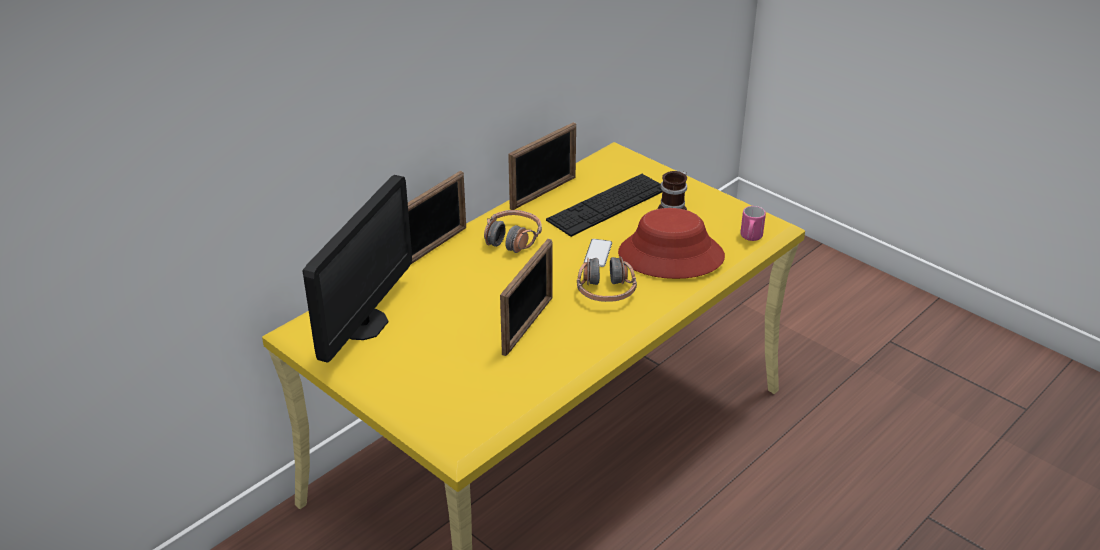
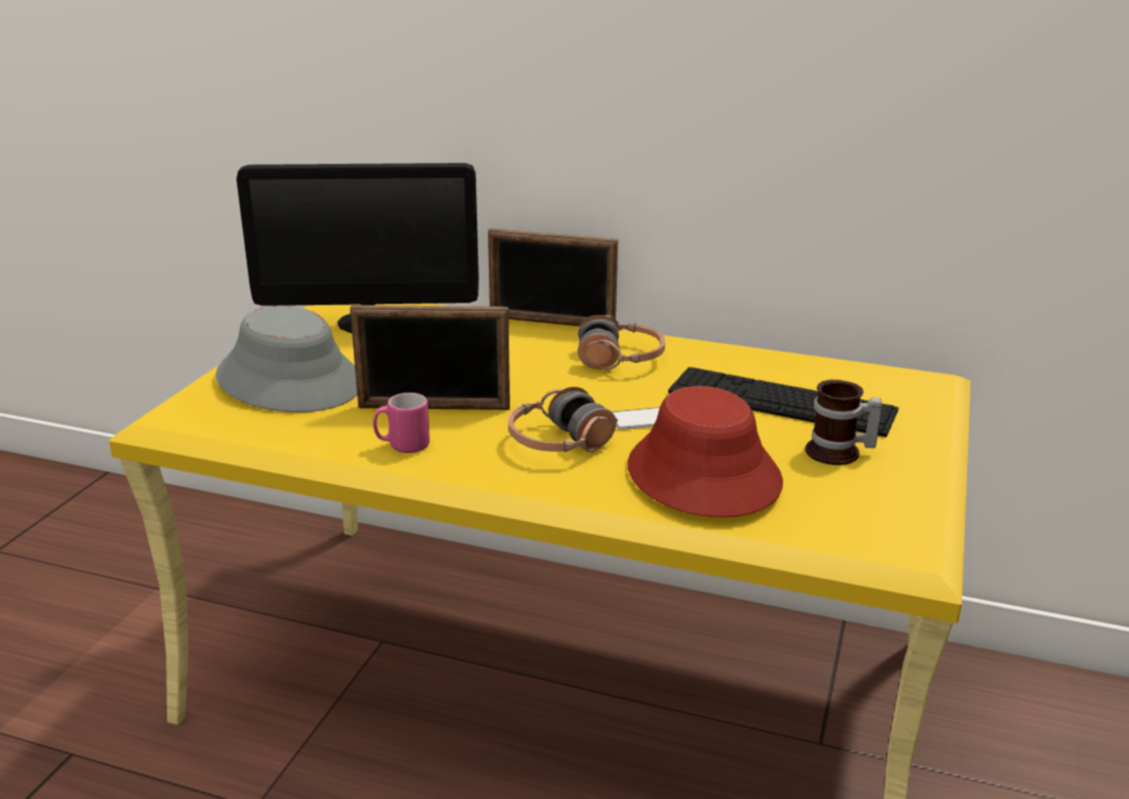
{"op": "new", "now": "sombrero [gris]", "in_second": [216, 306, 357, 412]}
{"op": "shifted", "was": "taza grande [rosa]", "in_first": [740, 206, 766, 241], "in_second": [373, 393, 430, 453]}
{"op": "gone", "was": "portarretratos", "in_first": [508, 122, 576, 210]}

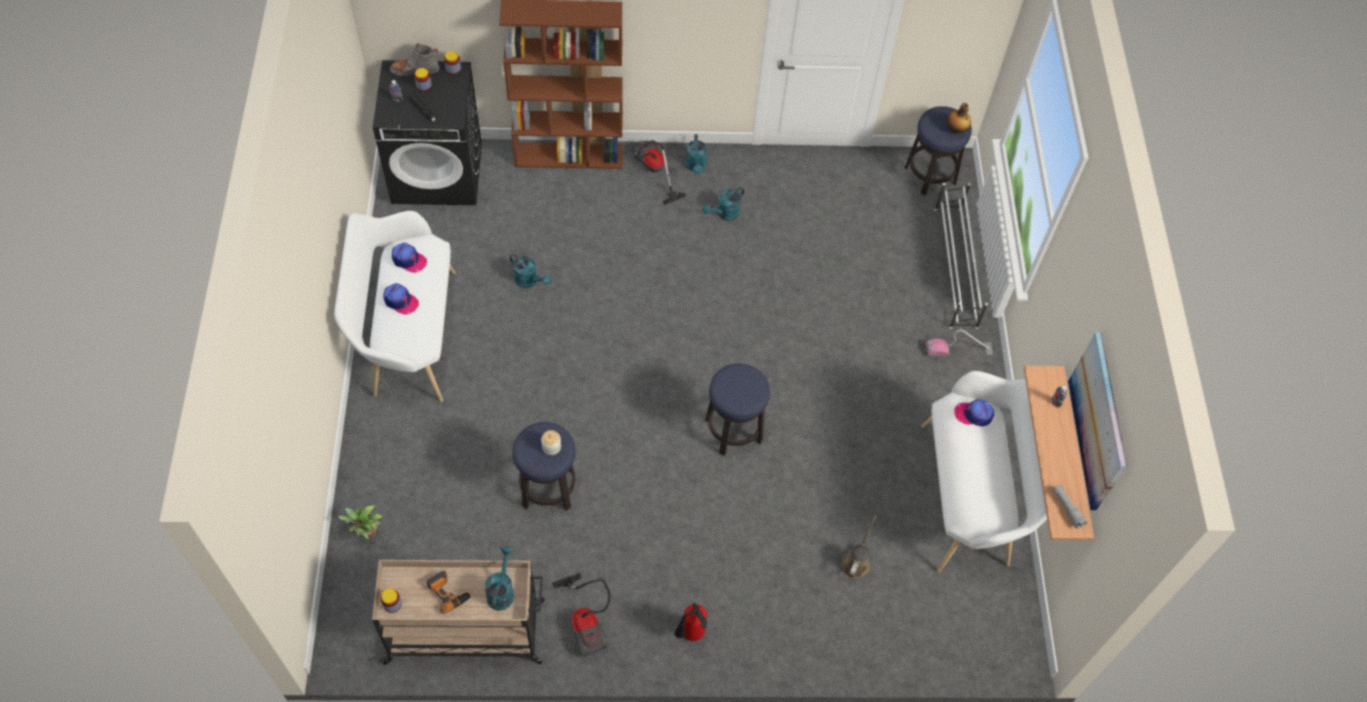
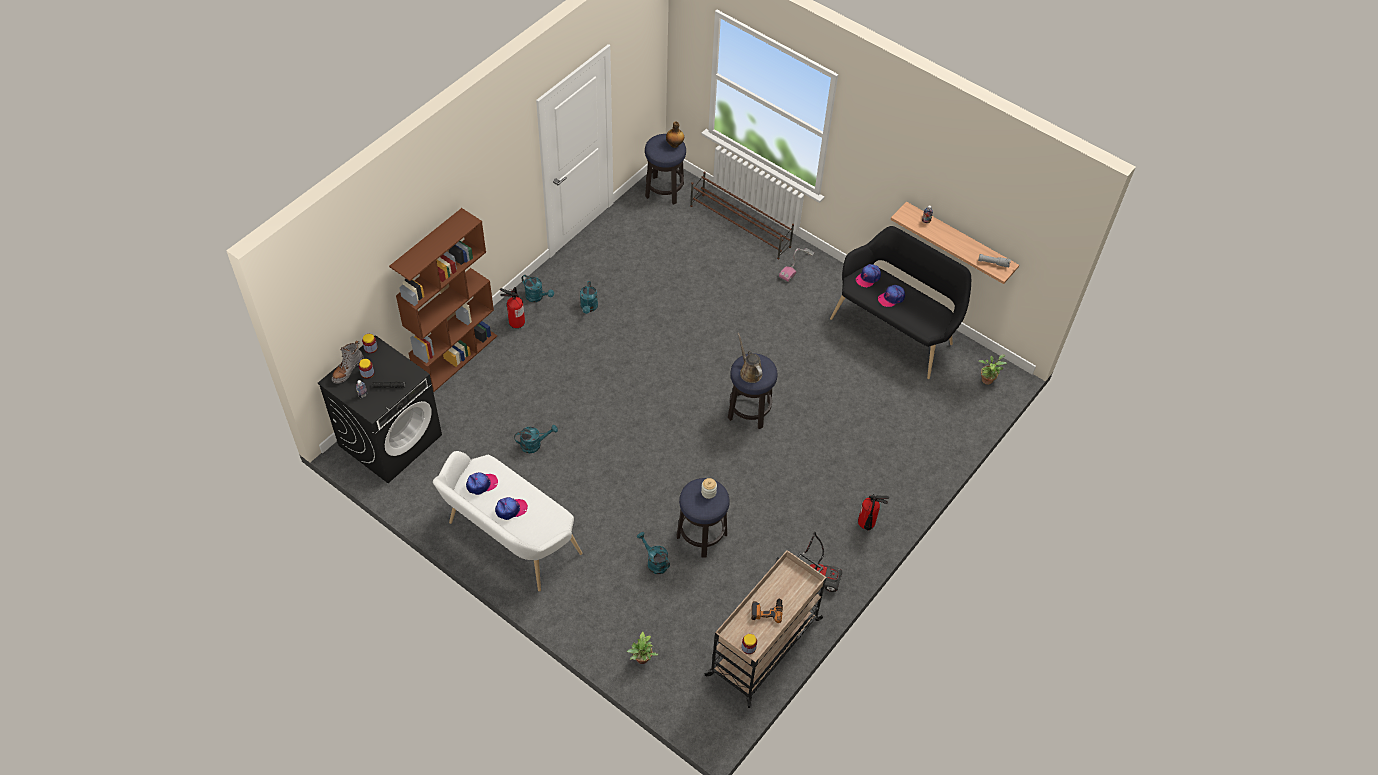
{"op": "swapped", "was": "aspiradora", "now": "extintor", "in_first": [633, 140, 686, 205], "in_second": [500, 287, 525, 328]}
{"op": "shifted", "was": "regadera [turquesa]", "in_first": [485, 546, 514, 611], "in_second": [637, 532, 670, 574]}
{"op": "repainted", "was": "zapatero [blanco]", "now": "zapatero [marrón]", "in_first": [934, 183, 988, 329], "in_second": [690, 171, 794, 259]}
{"op": "shifted", "was": "regadera [marrón]", "in_first": [841, 515, 877, 579], "in_second": [737, 333, 762, 383]}
{"op": "repainted", "was": "banco [blanco]", "now": "banco [negro]", "in_first": [921, 371, 1047, 573], "in_second": [830, 226, 971, 379]}
{"op": "new", "now": "gorra", "in_second": [878, 285, 905, 307]}
{"op": "new", "now": "planta en maceta", "in_second": [978, 354, 1007, 385]}
{"op": "gone", "was": "cuadro", "in_first": [1068, 332, 1127, 510]}

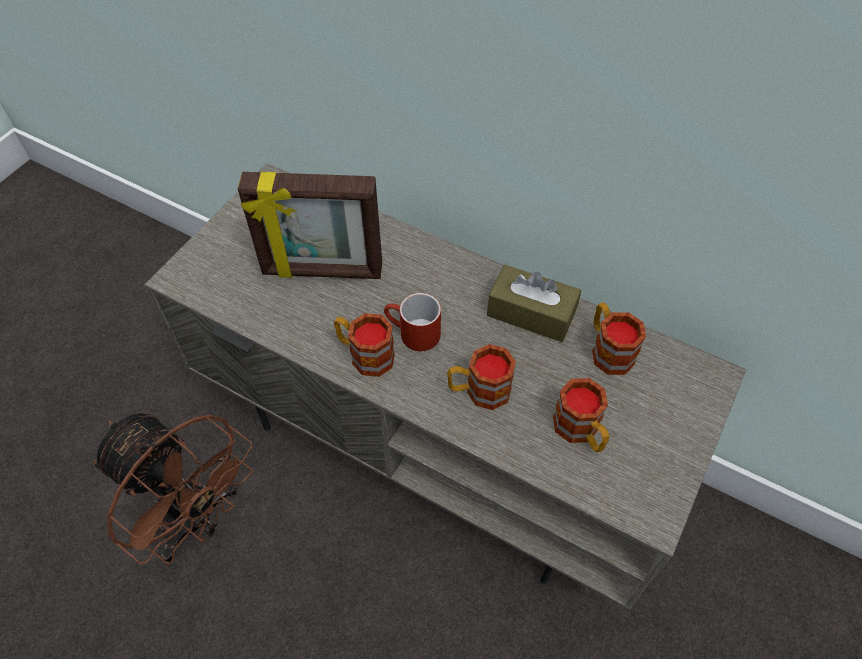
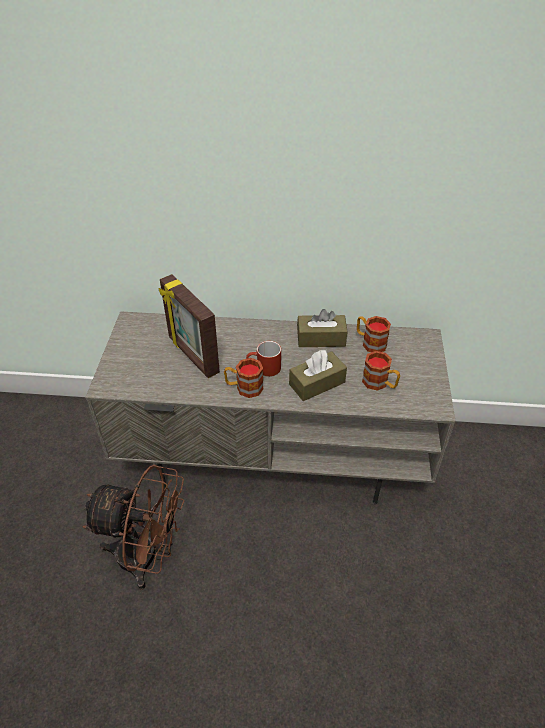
{"op": "rotated", "was": "portarretratos", "in_first": [238, 172, 382, 279], "in_second": [159, 274, 220, 378], "clockwise": 75}
{"op": "swapped", "was": "taza grande", "now": "caja de pañuelos [marrón]", "in_first": [447, 344, 516, 410], "in_second": [289, 350, 347, 401]}

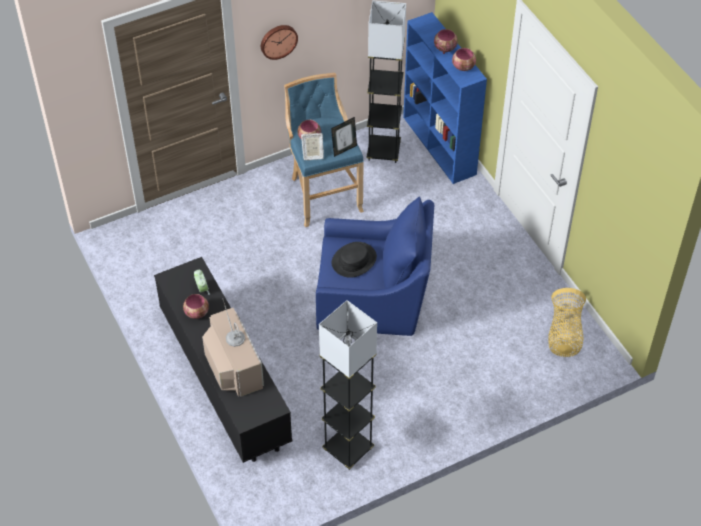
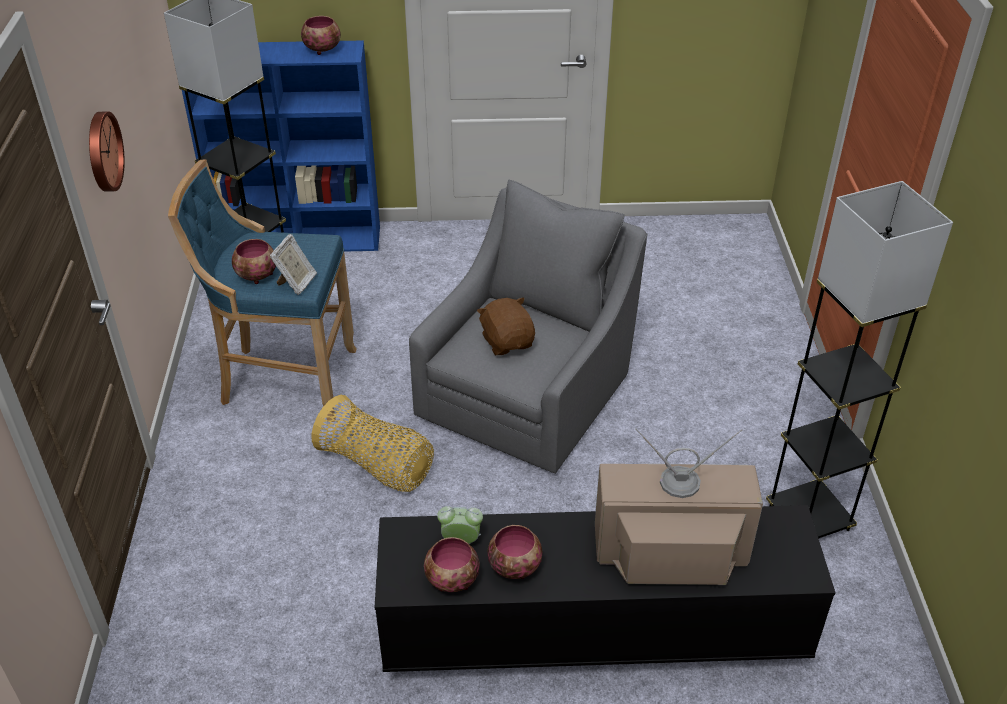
{"op": "shifted", "was": "cesta", "in_first": [548, 288, 586, 357], "in_second": [312, 395, 434, 492]}
{"op": "repainted", "was": "sillón [azul]", "now": "sillón [gris]", "in_first": [316, 196, 434, 336], "in_second": [409, 179, 648, 474]}
{"op": "shifted", "was": "cuenco", "in_first": [434, 29, 458, 54], "in_second": [424, 537, 480, 592]}
{"op": "swapped", "was": "sombrero [negro]", "now": "peluche [marrón]", "in_first": [332, 242, 377, 278], "in_second": [477, 297, 535, 355]}
{"op": "gone", "was": "portarretratos", "in_first": [331, 117, 357, 157]}

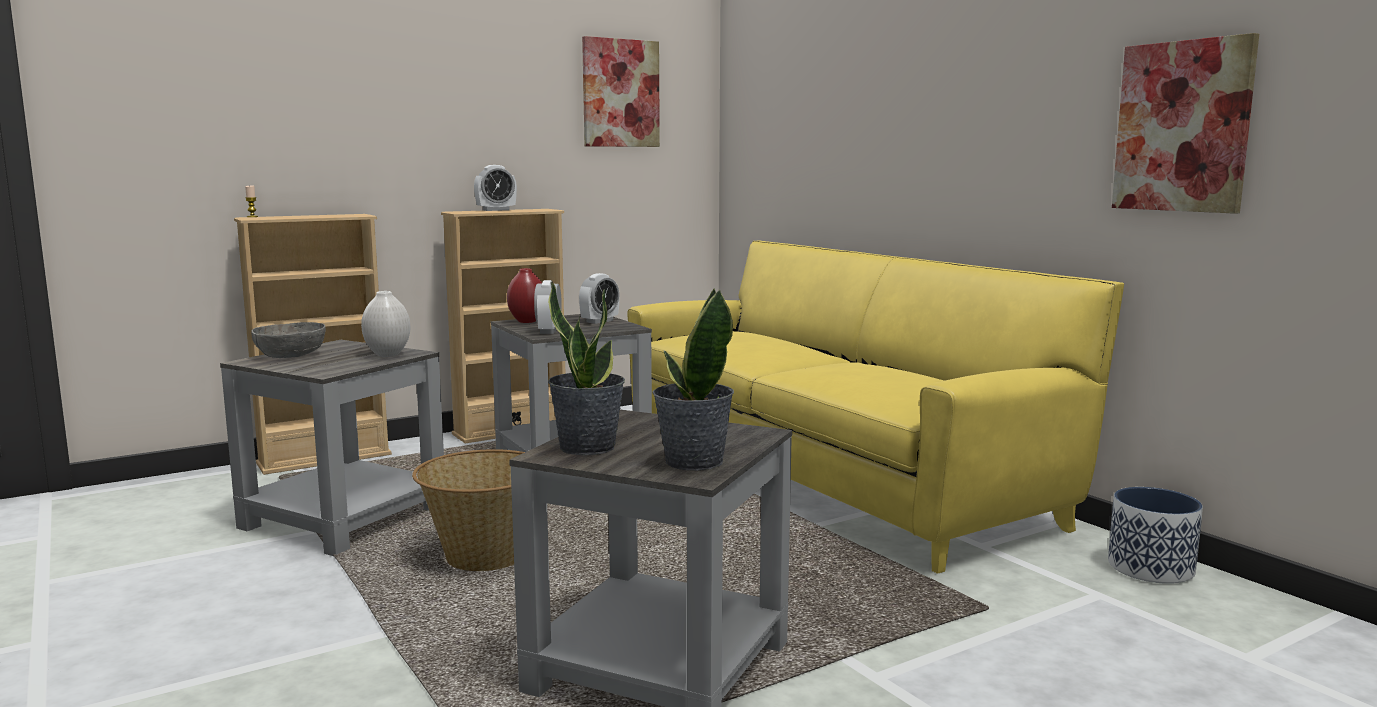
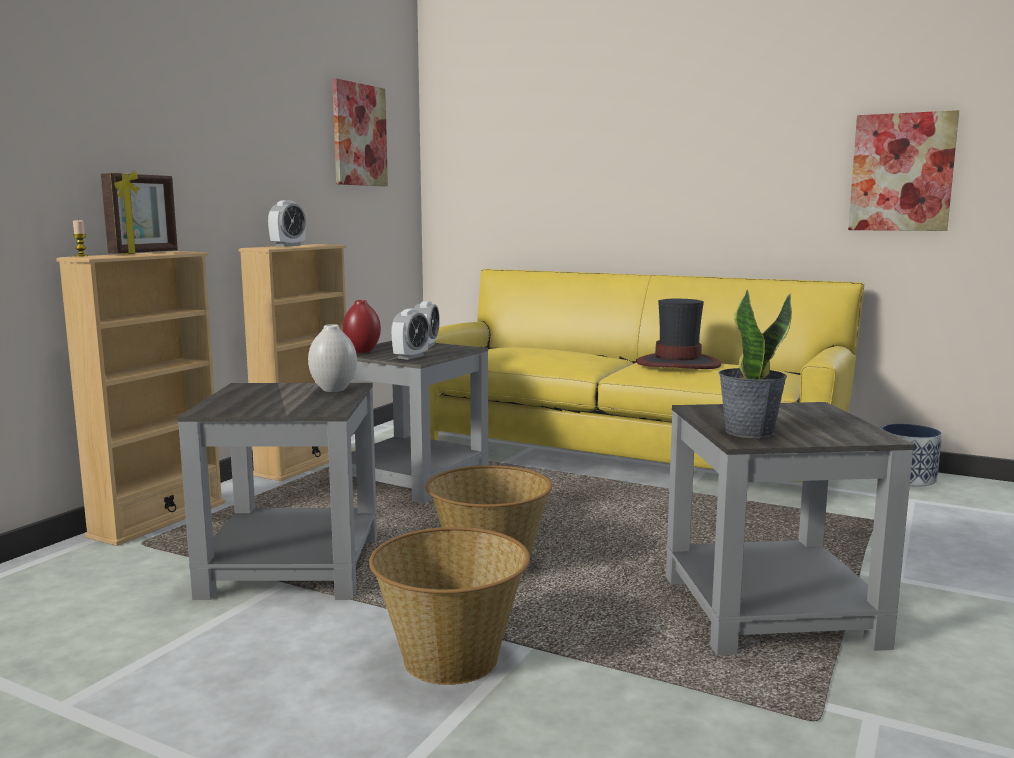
{"op": "new", "now": "portarretratos", "in_second": [101, 170, 178, 254]}
{"op": "new", "now": "cesta", "in_second": [369, 527, 530, 685]}
{"op": "rotated", "was": "despertador", "in_first": [534, 280, 562, 334], "in_second": [391, 309, 429, 360], "clockwise": -120}
{"op": "new", "now": "sombrero", "in_second": [637, 299, 721, 369]}
{"op": "gone", "was": "cuenco [gris]", "in_first": [251, 322, 326, 358]}
{"op": "gone", "was": "planta en maceta", "in_first": [652, 288, 734, 471]}

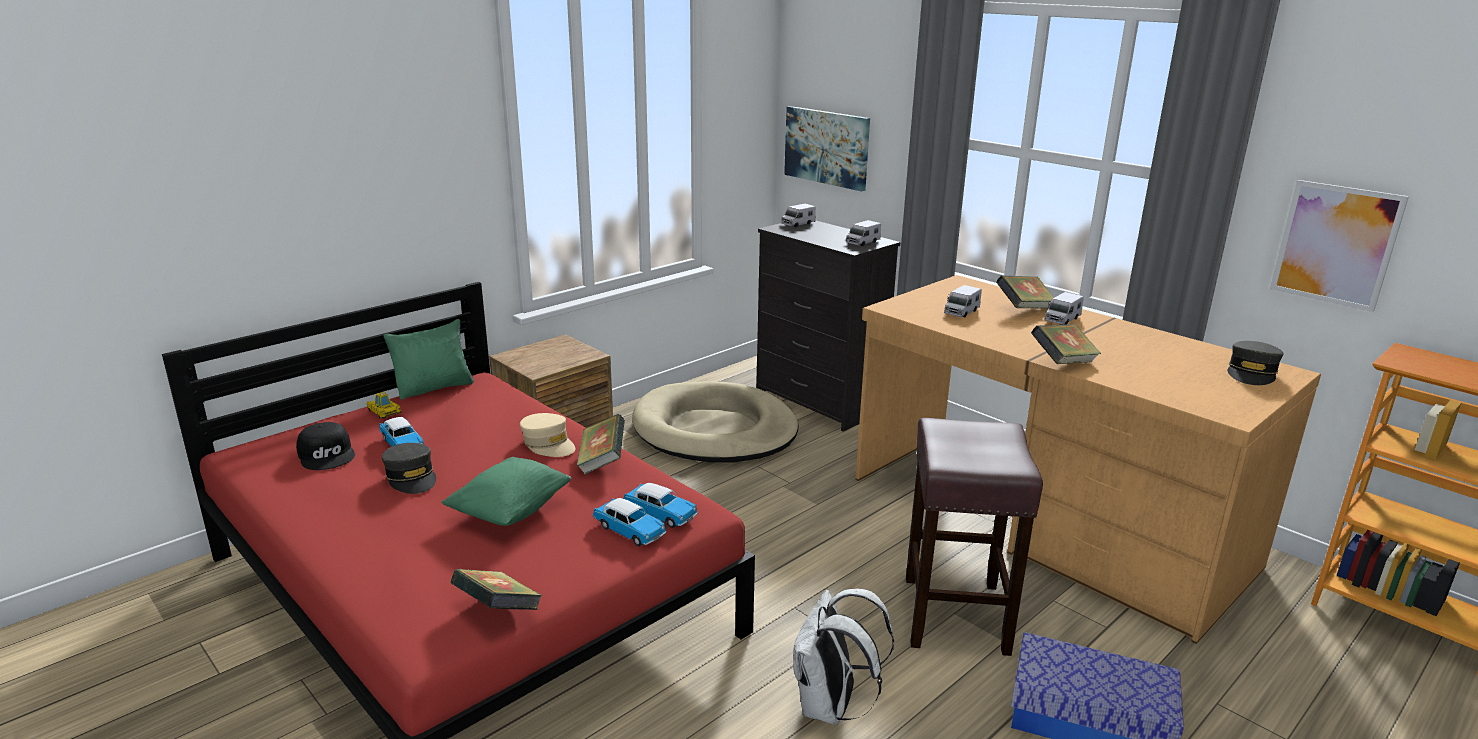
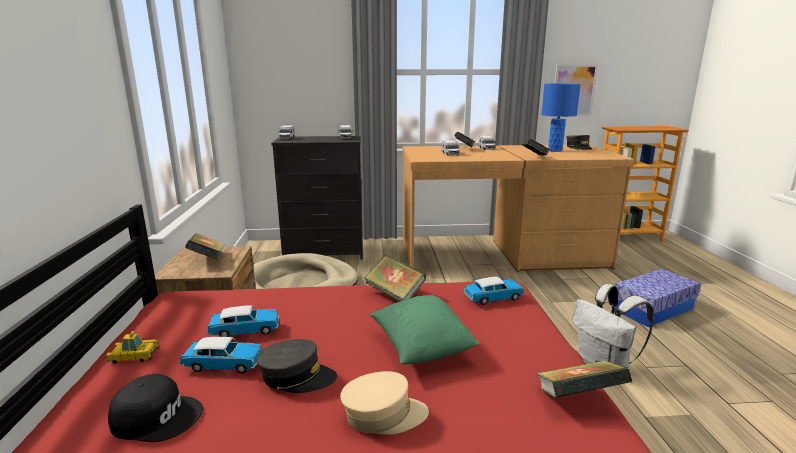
{"op": "new", "now": "libro", "in_second": [185, 233, 225, 260]}
{"op": "shifted", "was": "coche de juguete", "in_first": [593, 498, 666, 546], "in_second": [208, 305, 280, 337]}
{"op": "shifted", "was": "gorra [beis]", "in_first": [520, 413, 575, 457], "in_second": [340, 371, 429, 434]}
{"op": "new", "now": "lámpara de mesa [azul]", "in_second": [541, 84, 581, 152]}
{"op": "gone", "was": "cojín [verde]", "in_first": [384, 319, 474, 400]}
{"op": "gone", "was": "cuadro", "in_first": [784, 106, 870, 191]}
{"op": "gone", "was": "taburete [marrón]", "in_first": [906, 418, 1043, 656]}

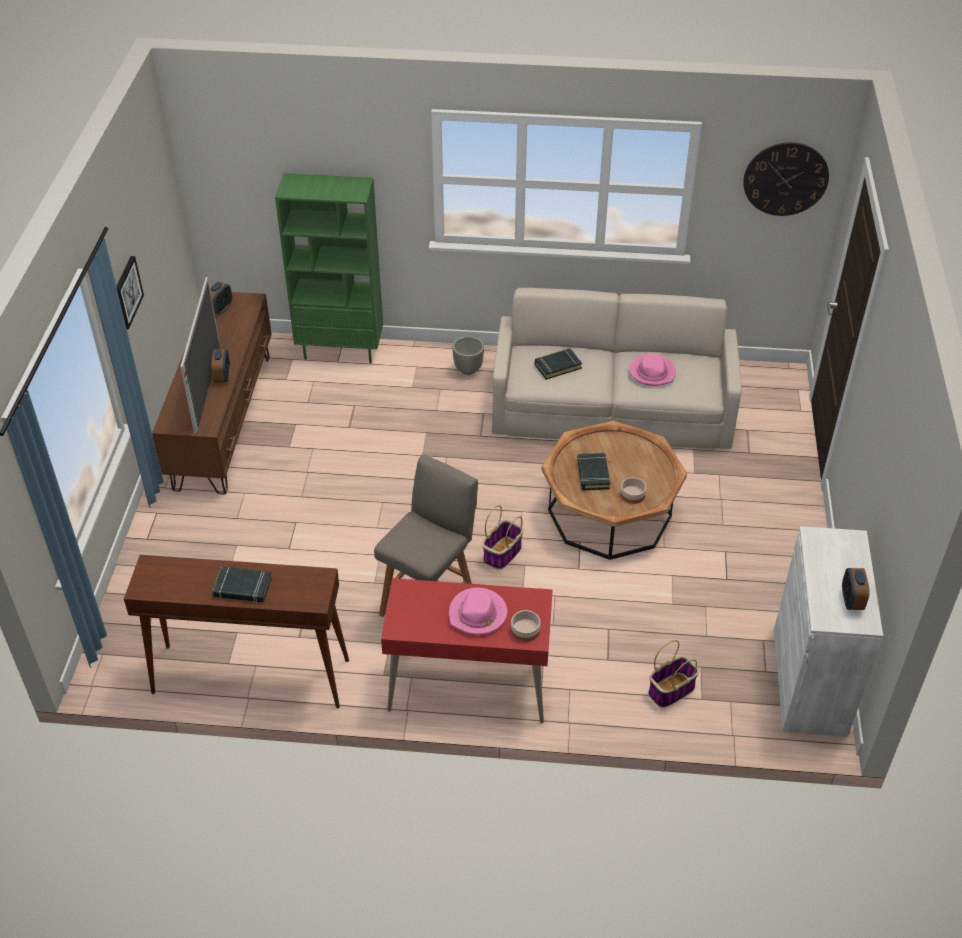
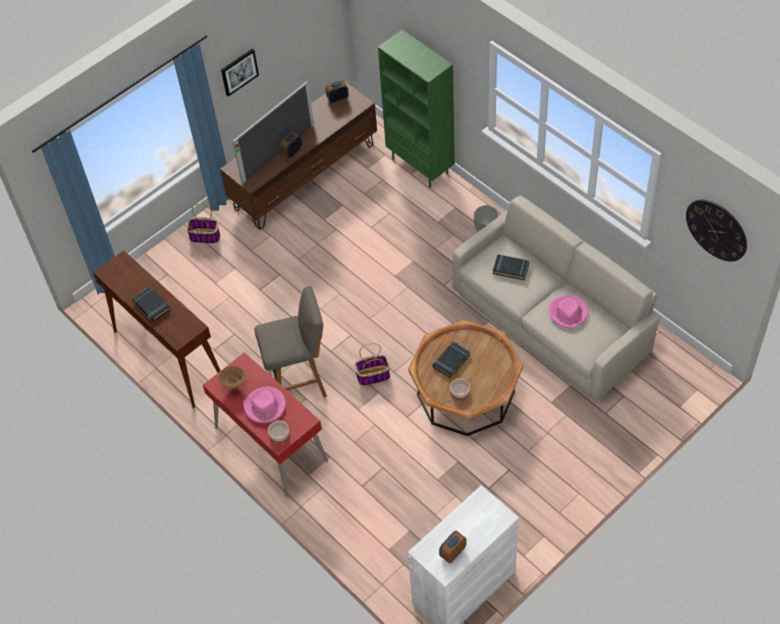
{"op": "shifted", "was": "cesta", "in_first": [648, 640, 699, 708], "in_second": [186, 204, 220, 244]}
{"op": "new", "now": "cuenco [marrón]", "in_second": [218, 366, 246, 389]}

